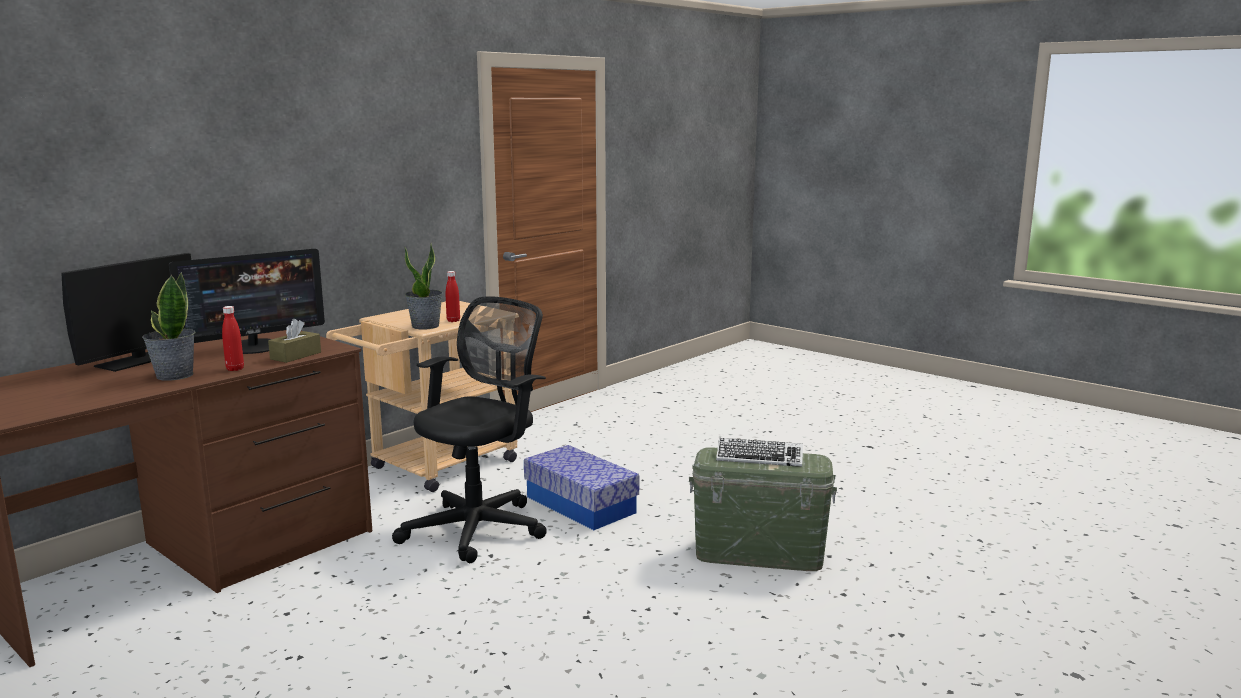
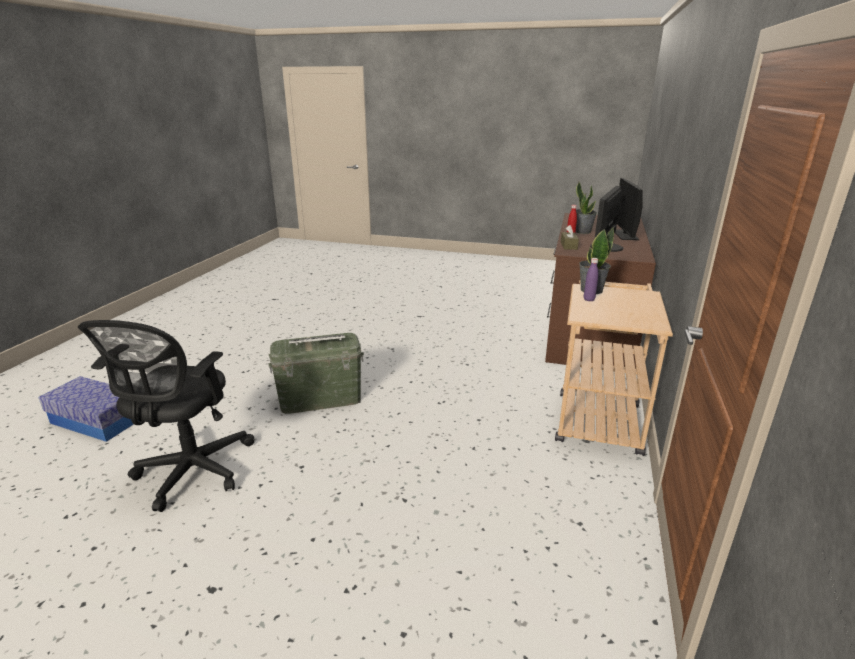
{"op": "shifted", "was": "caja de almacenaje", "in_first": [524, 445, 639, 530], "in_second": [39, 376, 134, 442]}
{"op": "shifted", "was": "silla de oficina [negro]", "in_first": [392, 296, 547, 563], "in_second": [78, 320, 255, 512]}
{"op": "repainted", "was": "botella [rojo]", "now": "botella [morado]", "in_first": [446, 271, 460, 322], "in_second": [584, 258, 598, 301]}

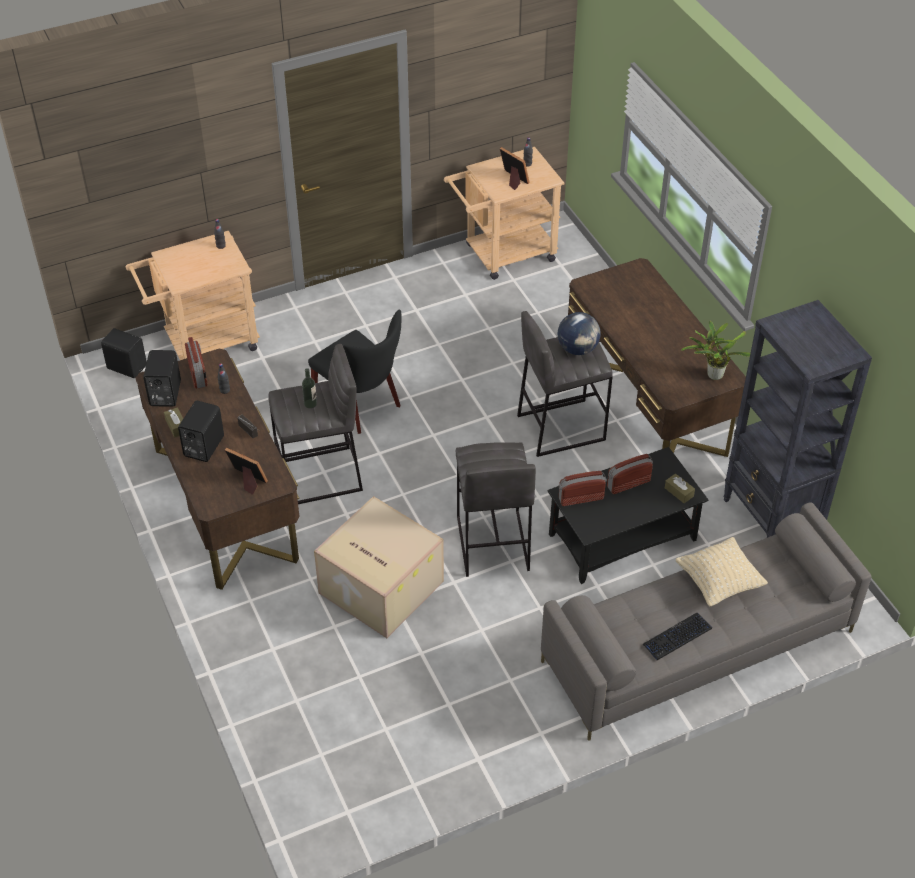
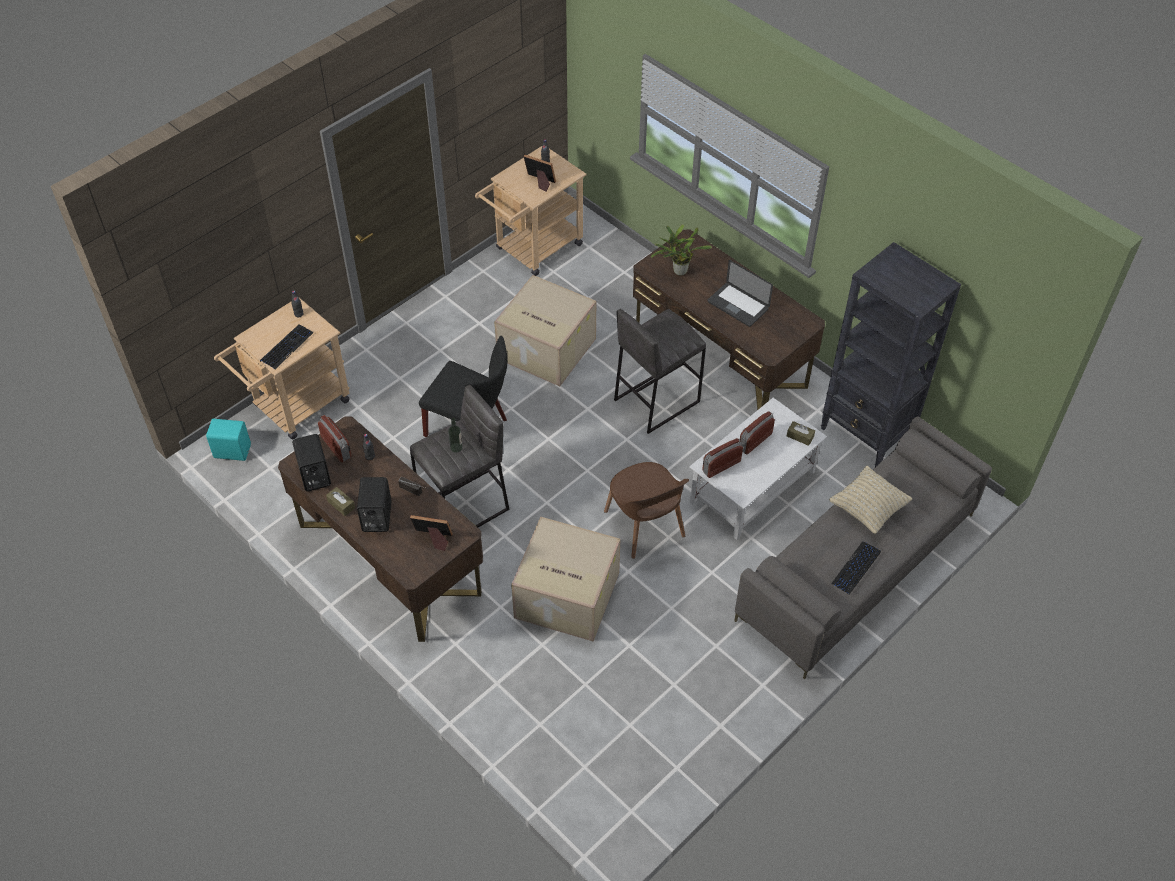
{"op": "repainted", "was": "altavoz [negro]", "now": "altavoz [turquesa]", "in_first": [101, 328, 147, 378], "in_second": [206, 419, 251, 461]}
{"op": "new", "now": "teclado", "in_second": [260, 324, 313, 369]}
{"op": "new", "now": "caja de cartón", "in_second": [494, 275, 596, 386]}
{"op": "swapped", "was": "taburete [gris]", "now": "silla [marrón]", "in_first": [456, 443, 536, 577], "in_second": [604, 462, 689, 559]}
{"op": "shifted", "was": "planta en maceta", "in_first": [681, 321, 750, 380], "in_second": [651, 224, 712, 276]}
{"op": "repainted", "was": "mesa de centro [negro]", "now": "mesa de centro [blanco]", "in_first": [548, 447, 709, 584], "in_second": [689, 398, 827, 540]}
{"op": "new", "now": "portátil", "in_second": [708, 260, 773, 327]}
{"op": "gone", "was": "globo terráqueo", "in_first": [558, 312, 601, 355]}

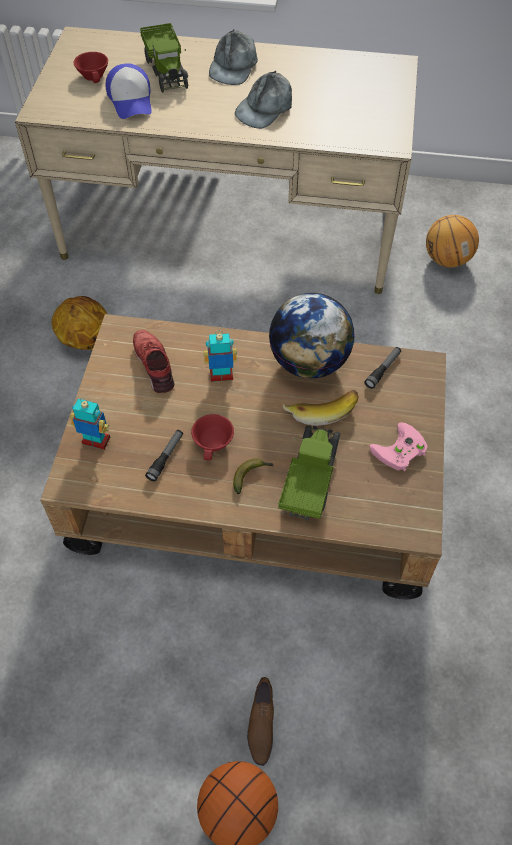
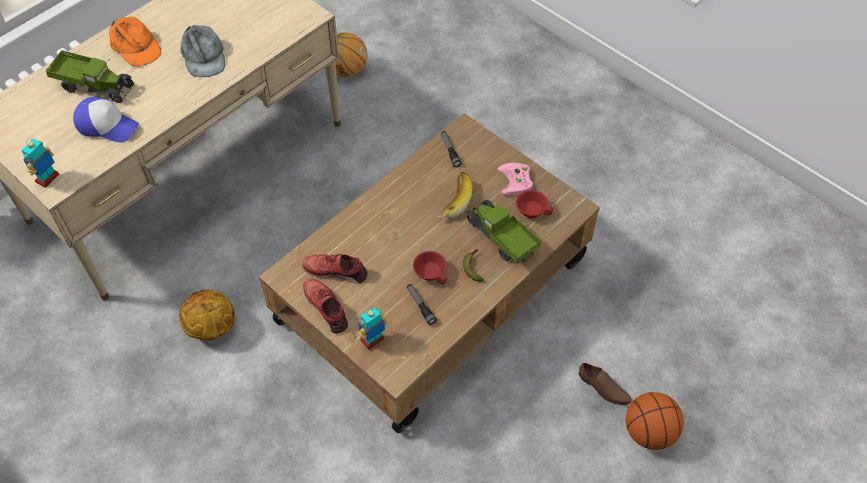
{"op": "shifted", "was": "robot de juguete", "in_first": [204, 331, 237, 382], "in_second": [21, 138, 59, 188]}
{"op": "repainted", "was": "gorra [gris]", "now": "gorra [naranja]", "in_first": [209, 30, 258, 85], "in_second": [109, 17, 161, 66]}
{"op": "new", "now": "zapato [rojo]", "in_second": [303, 278, 348, 334]}
{"op": "shifted", "was": "taza [rojo]", "in_first": [73, 52, 108, 83], "in_second": [516, 190, 553, 219]}
{"op": "gone", "was": "globo terráqueo", "in_first": [269, 293, 355, 378]}

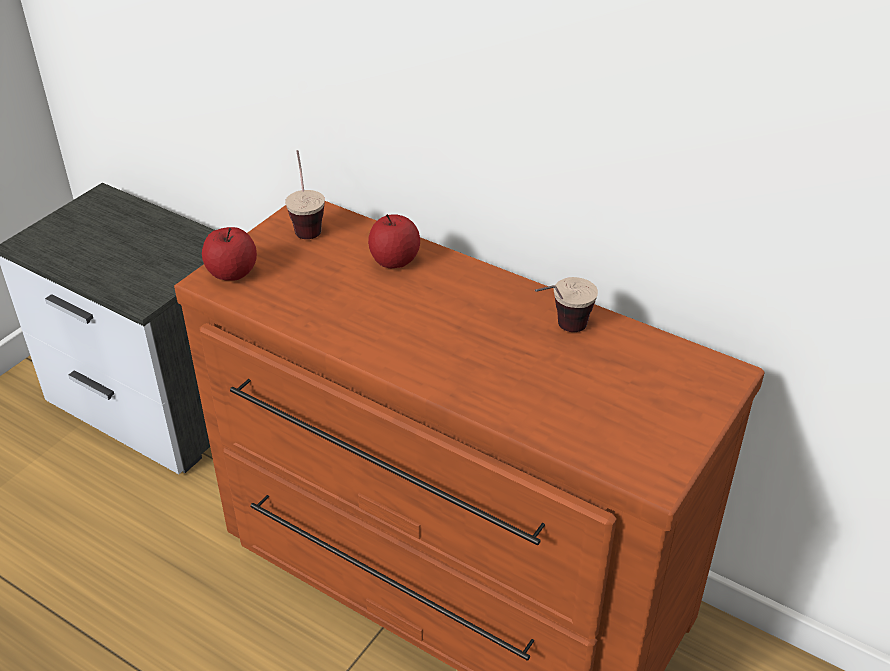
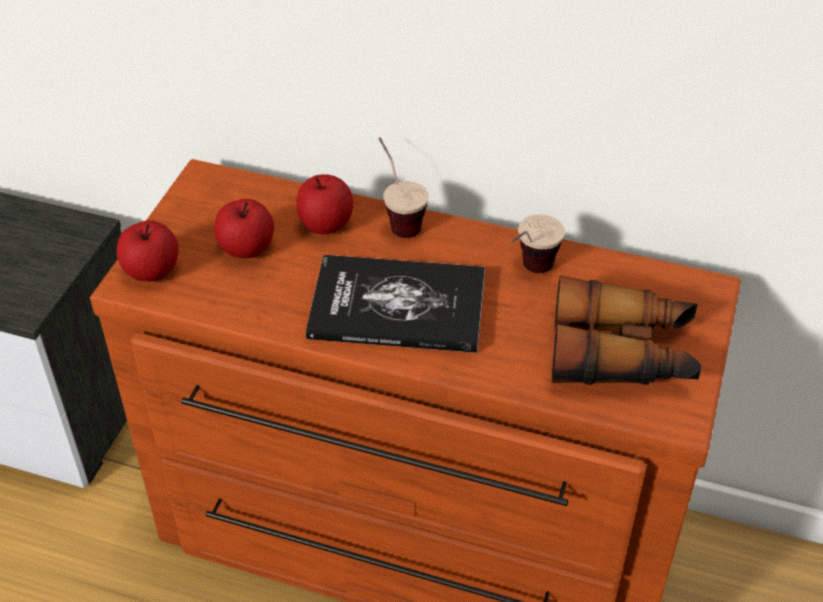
{"op": "new", "now": "manzana", "in_second": [214, 199, 274, 258]}
{"op": "new", "now": "libro", "in_second": [306, 255, 485, 353]}
{"op": "shifted", "was": "taza", "in_first": [285, 150, 325, 239], "in_second": [378, 137, 429, 238]}
{"op": "new", "now": "prismáticos", "in_second": [552, 275, 701, 385]}

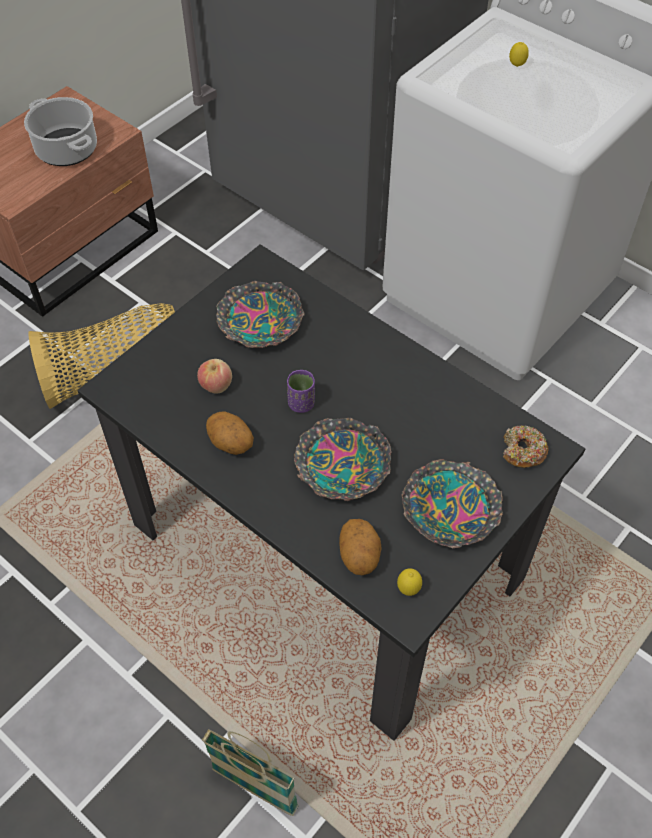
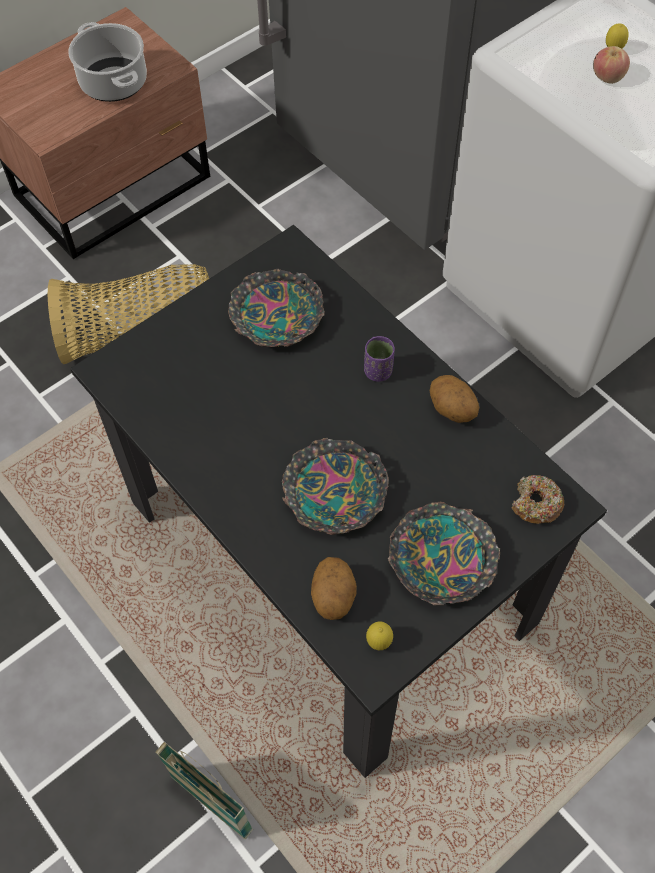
{"op": "shifted", "was": "taza [morado]", "in_first": [287, 370, 315, 413], "in_second": [364, 336, 395, 382]}
{"op": "shifted", "was": "patata", "in_first": [206, 411, 254, 455], "in_second": [430, 375, 479, 423]}
{"op": "shifted", "was": "manzana", "in_first": [197, 359, 232, 394], "in_second": [593, 46, 630, 84]}

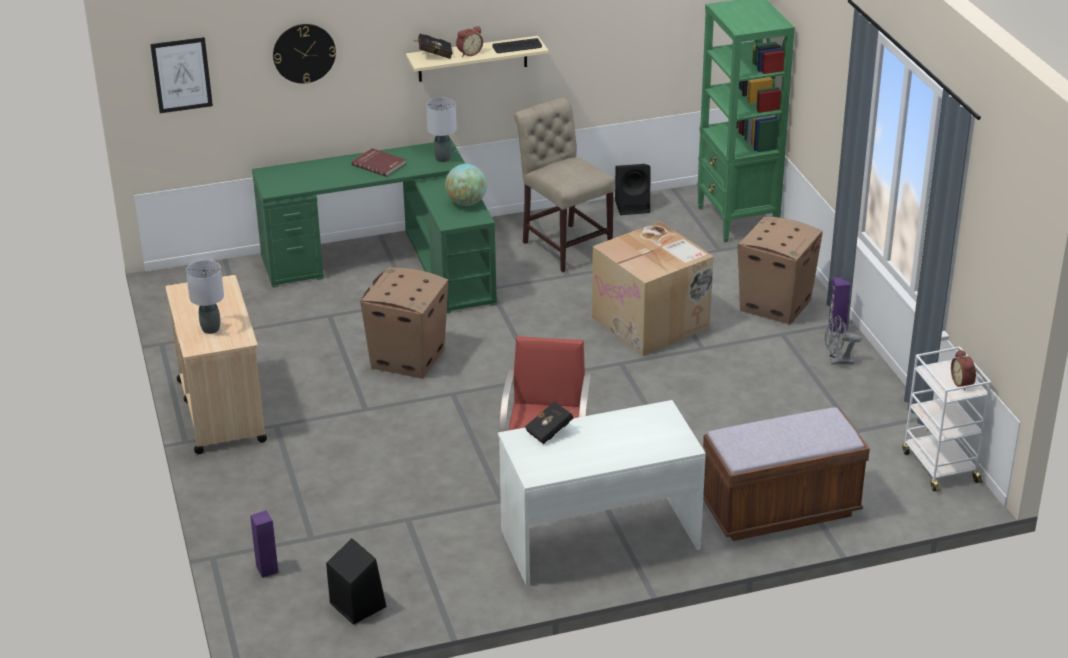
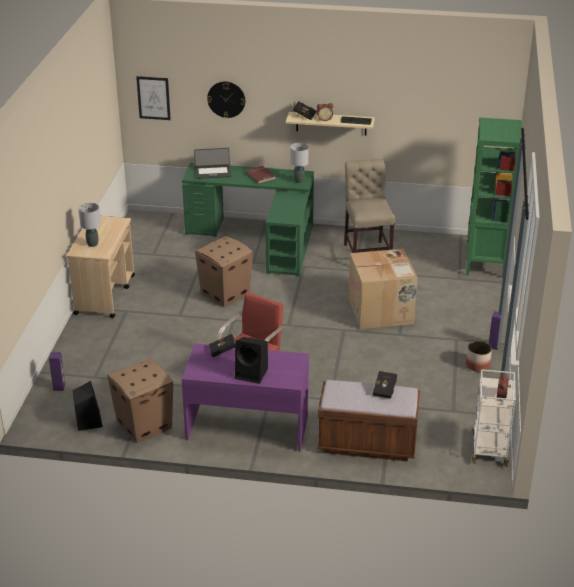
{"op": "shifted", "was": "caja de cartón", "in_first": [738, 216, 823, 325], "in_second": [107, 358, 173, 443]}
{"op": "repainted", "was": "escritorio [blanco]", "now": "escritorio [morado]", "in_first": [498, 400, 706, 586], "in_second": [182, 344, 309, 452]}
{"op": "new", "now": "portátil", "in_second": [194, 148, 231, 179]}
{"op": "shifted", "was": "altavoz [negro]", "in_first": [615, 164, 650, 215], "in_second": [235, 337, 268, 384]}
{"op": "new", "now": "libro [negro]", "in_second": [373, 371, 397, 399]}
{"op": "swapped", "was": "ventilador [gris]", "now": "maceta", "in_first": [825, 316, 861, 364], "in_second": [466, 341, 492, 372]}
{"op": "gone", "was": "globo terráqueo", "in_first": [445, 164, 487, 206]}

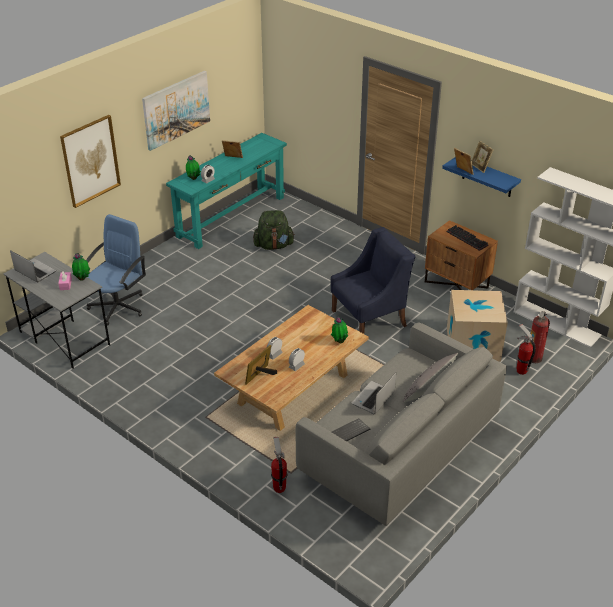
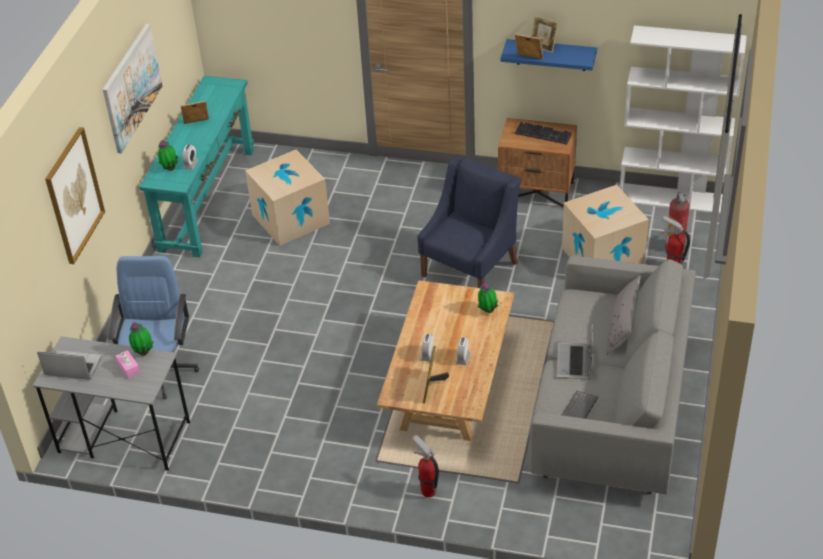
{"op": "swapped", "was": "mochila [verde]", "now": "caja de cartón", "in_first": [253, 210, 295, 250], "in_second": [245, 150, 330, 246]}
{"op": "shifted", "was": "extintor", "in_first": [271, 437, 287, 493], "in_second": [412, 435, 439, 498]}

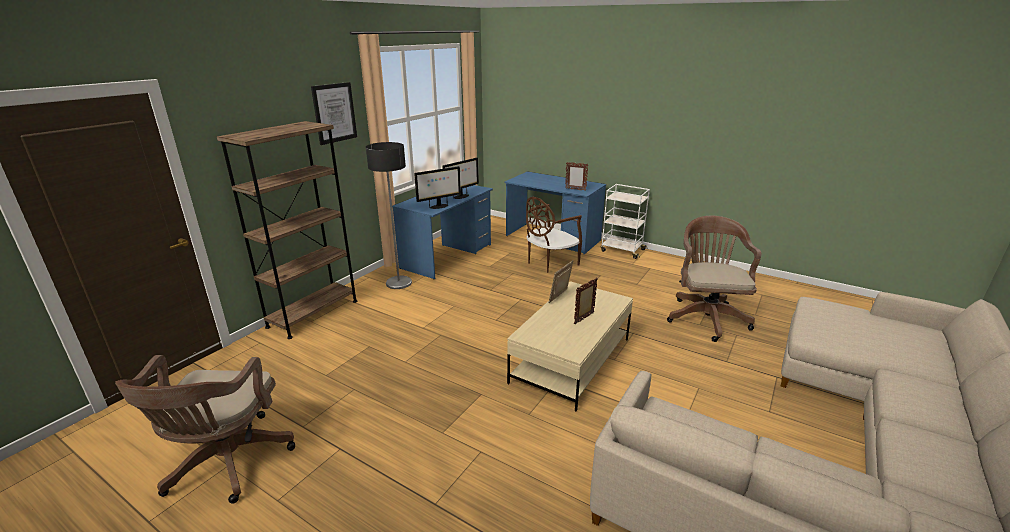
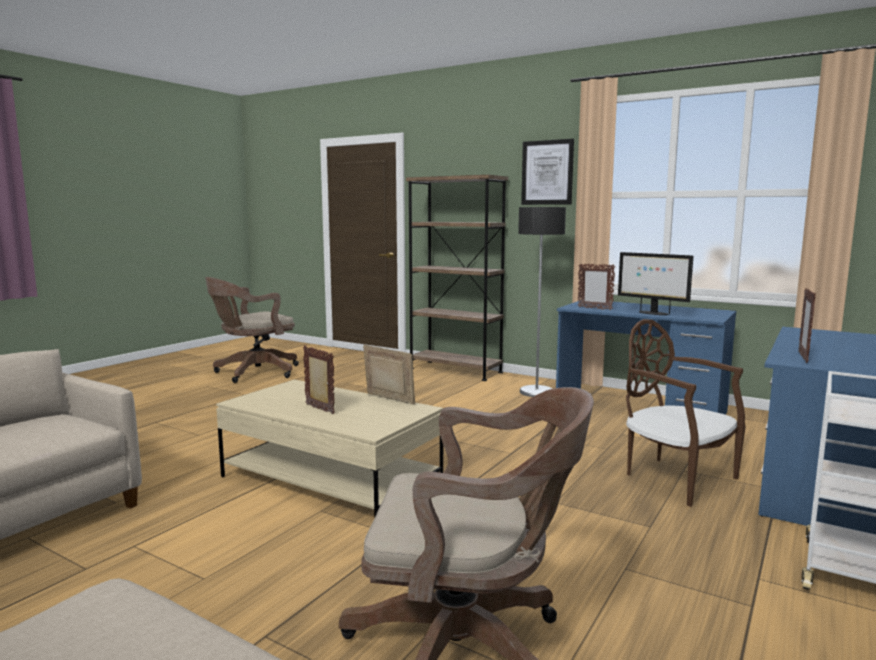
{"op": "rotated", "was": "silla de oficina [marrón]", "in_first": [115, 355, 295, 504], "in_second": [205, 277, 299, 383], "clockwise": -45}
{"op": "swapped", "was": "monitor", "now": "portarretratos", "in_first": [414, 166, 461, 209], "in_second": [578, 264, 615, 310]}

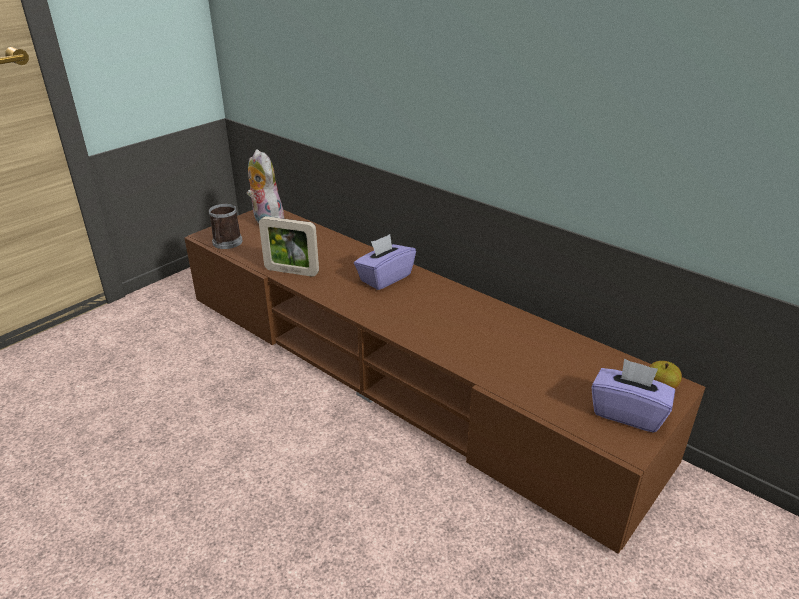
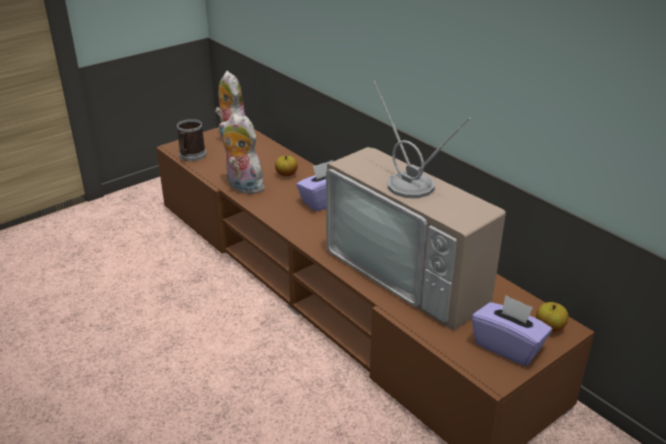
{"op": "swapped", "was": "portarretratos", "now": "peluche", "in_first": [259, 216, 319, 277], "in_second": [219, 114, 266, 194]}
{"op": "new", "now": "manzana", "in_second": [275, 156, 298, 176]}
{"op": "new", "now": "televisor", "in_second": [326, 80, 506, 330]}

